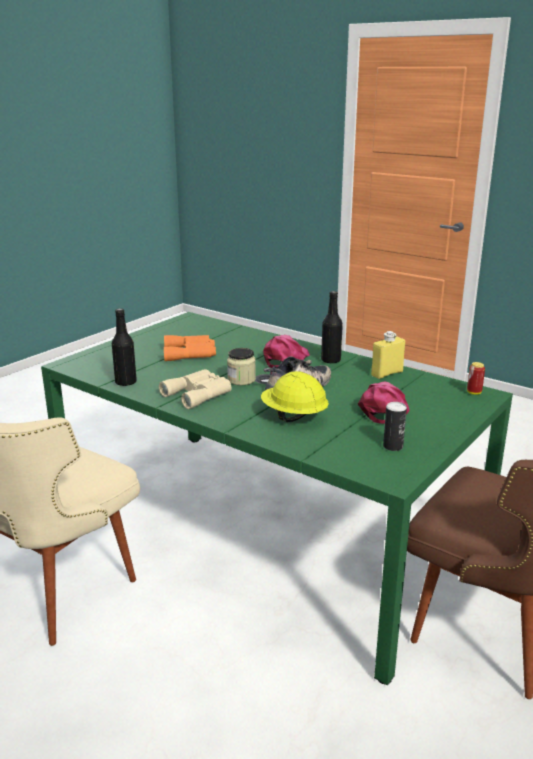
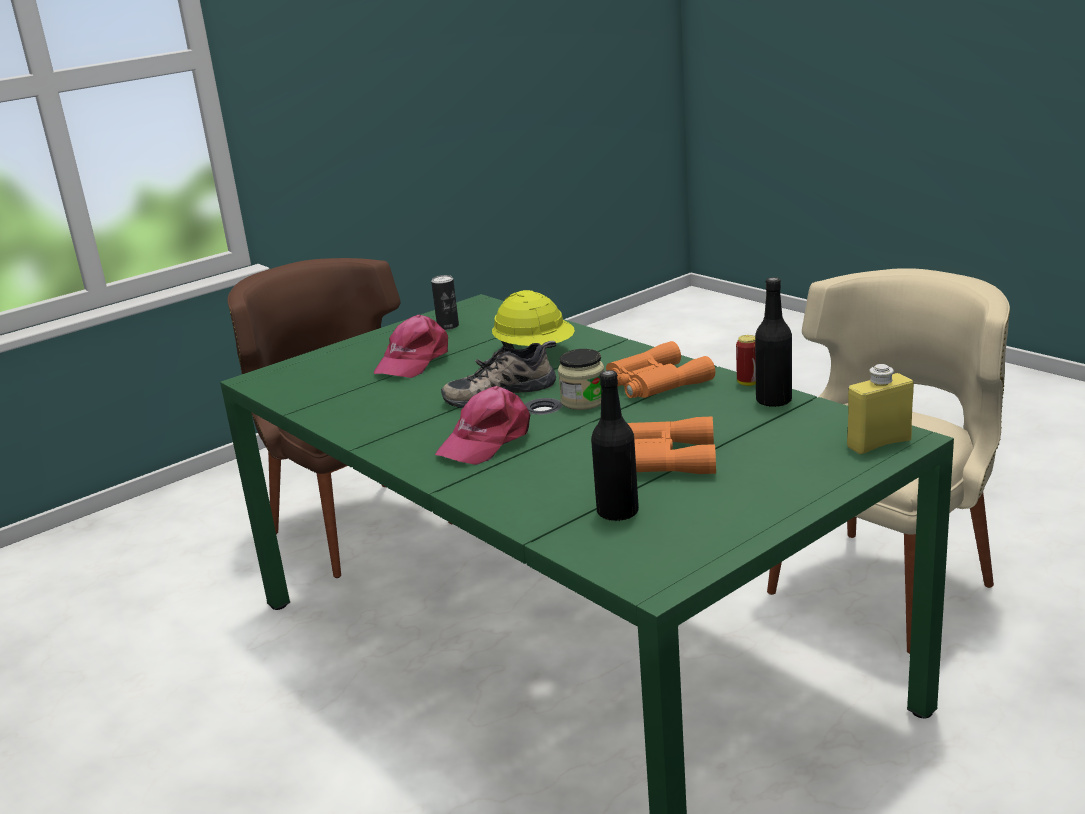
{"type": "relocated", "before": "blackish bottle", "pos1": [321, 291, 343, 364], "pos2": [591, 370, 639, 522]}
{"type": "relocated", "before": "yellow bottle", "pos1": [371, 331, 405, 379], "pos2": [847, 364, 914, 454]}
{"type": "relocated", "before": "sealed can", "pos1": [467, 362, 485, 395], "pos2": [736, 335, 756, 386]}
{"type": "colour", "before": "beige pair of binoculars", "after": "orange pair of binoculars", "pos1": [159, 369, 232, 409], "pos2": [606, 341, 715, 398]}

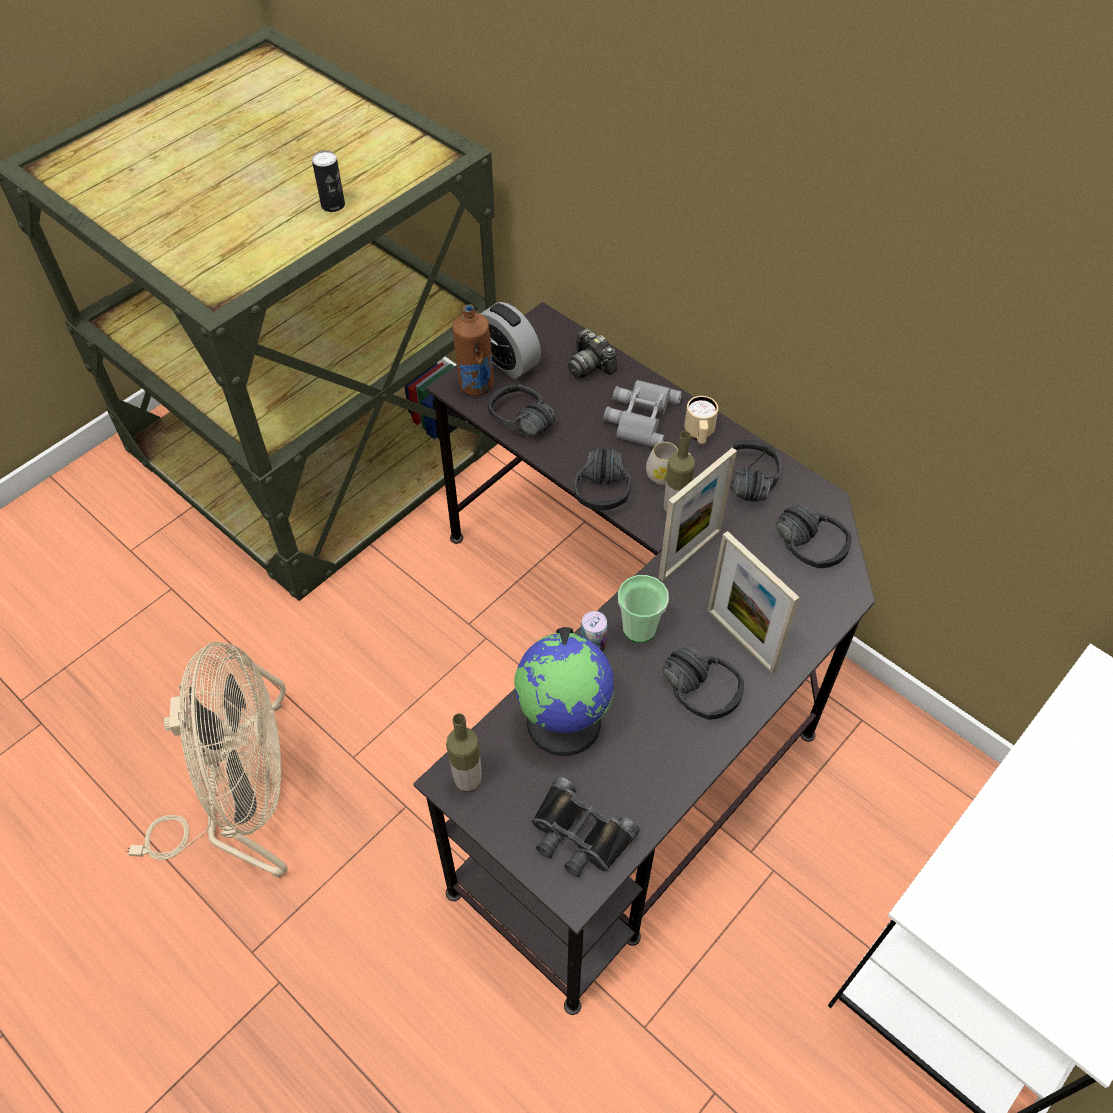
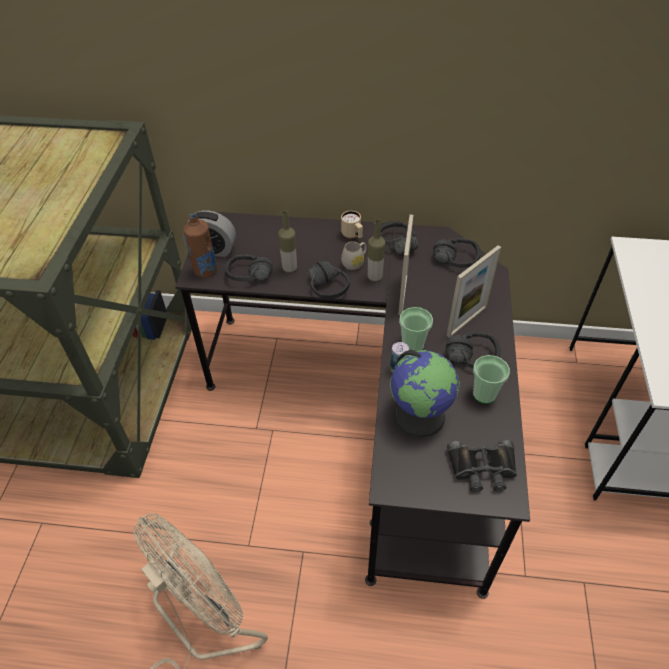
{"type": "missing", "before": "sealed can", "pos1": [312, 150, 345, 212]}
{"type": "missing", "before": "still camera", "pos1": [568, 328, 617, 378]}
{"type": "missing", "before": "grey pair of binoculars", "pos1": [603, 380, 682, 447]}
{"type": "appeared", "after": "cup", "pos2": [473, 355, 510, 404]}
{"type": "relocated", "before": "bottle", "pos1": [446, 713, 482, 792], "pos2": [278, 211, 297, 273]}
{"type": "spun", "before": "picture frame", "pos1": [708, 531, 800, 674], "pos2": [447, 245, 501, 338], "turn": -60}

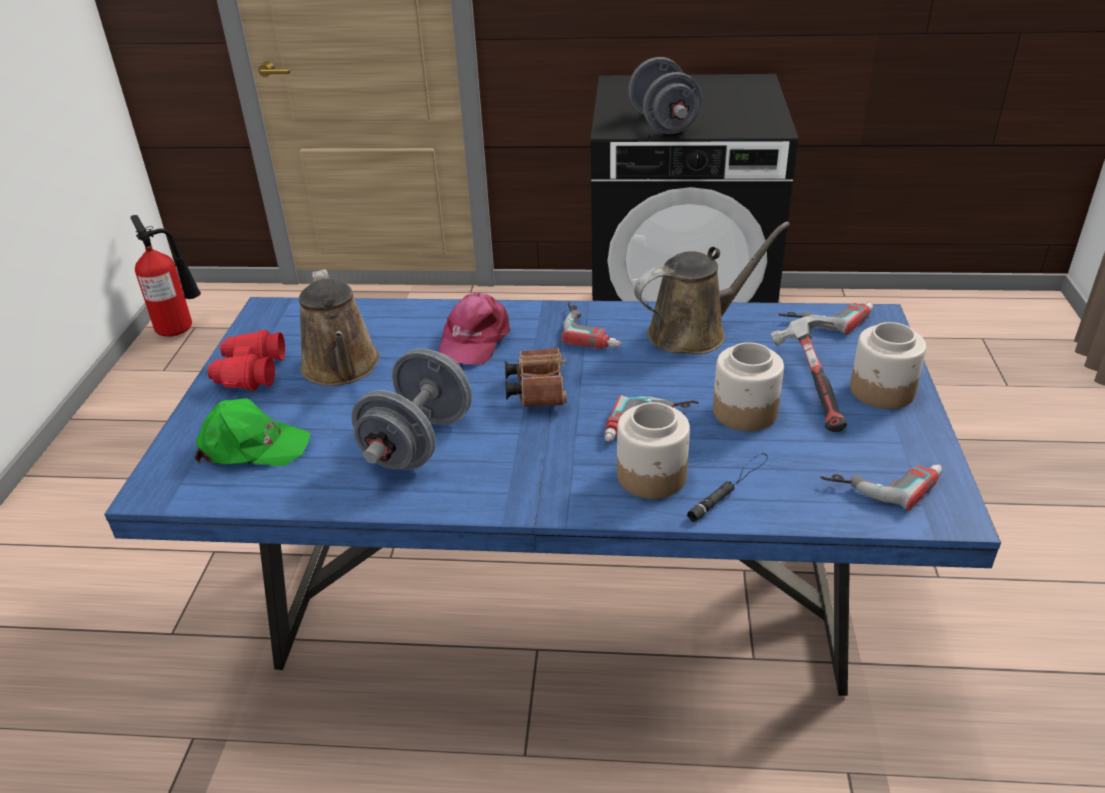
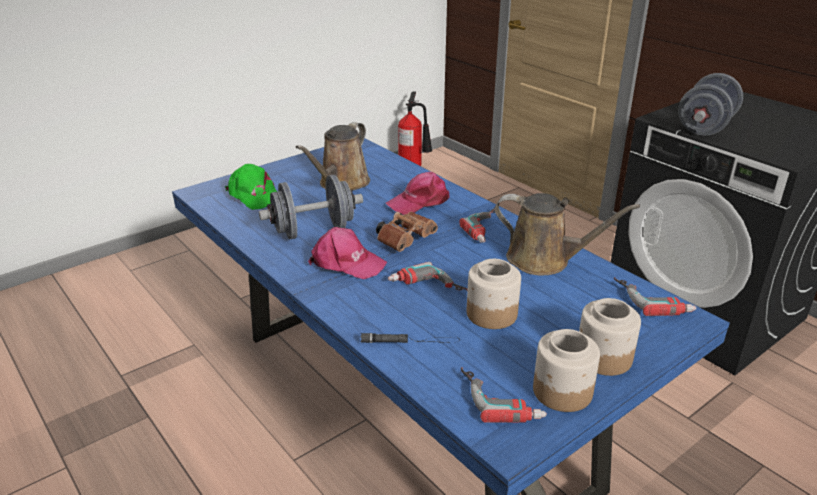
{"type": "missing", "before": "reddish pair of binoculars", "pos1": [208, 330, 285, 391]}
{"type": "missing", "before": "hammer", "pos1": [771, 316, 847, 432]}
{"type": "appeared", "after": "pinkish cap", "pos2": [308, 227, 387, 279]}
{"type": "relocated", "before": "preserve jar", "pos1": [617, 402, 690, 499], "pos2": [533, 329, 600, 412]}

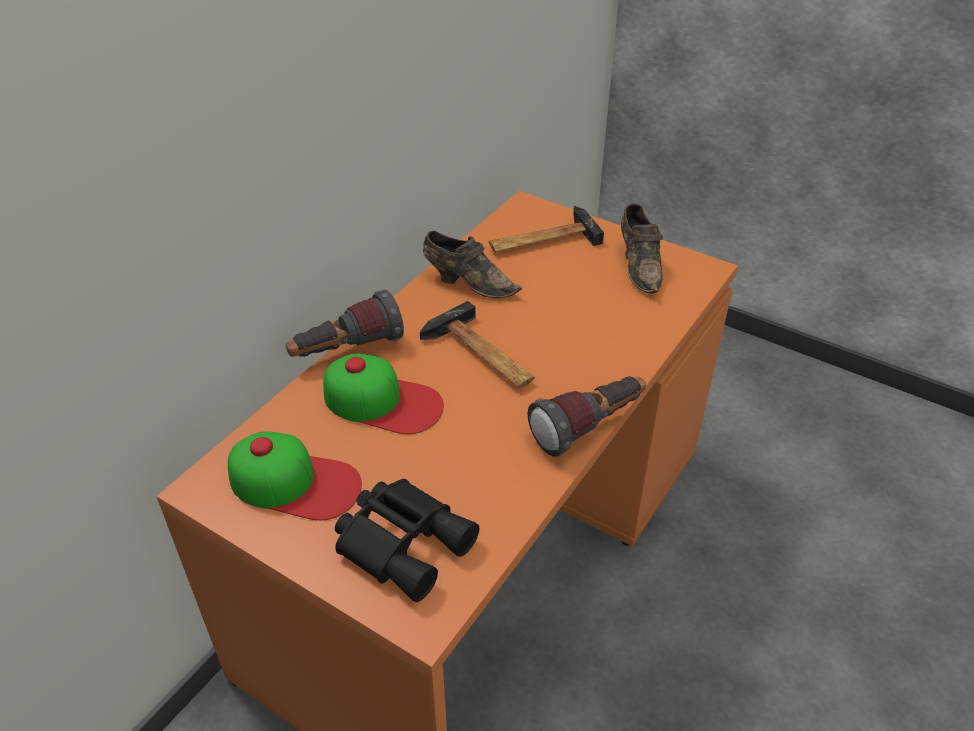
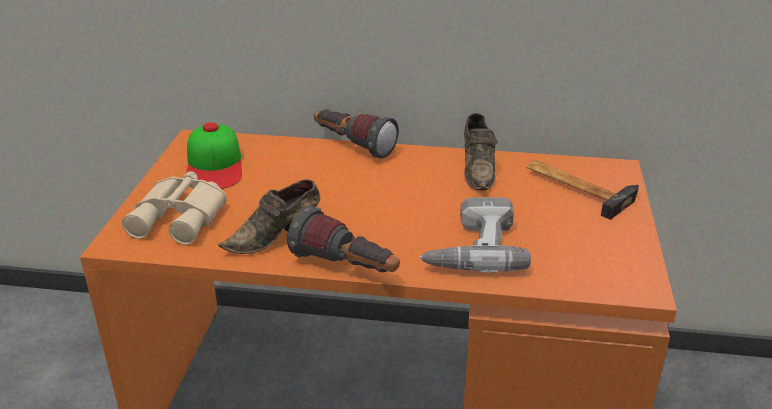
{"type": "missing", "before": "cap", "pos1": [323, 353, 444, 434]}
{"type": "missing", "before": "hammer", "pos1": [420, 301, 535, 388]}
{"type": "appeared", "after": "drill", "pos2": [419, 197, 531, 272]}
{"type": "relocated", "before": "brown-coloured low shoe", "pos1": [621, 203, 664, 294], "pos2": [218, 179, 320, 254]}
{"type": "colour", "before": "blackish pair of binoculars", "after": "beige pair of binoculars", "pos1": [335, 479, 479, 602], "pos2": [122, 171, 227, 245]}

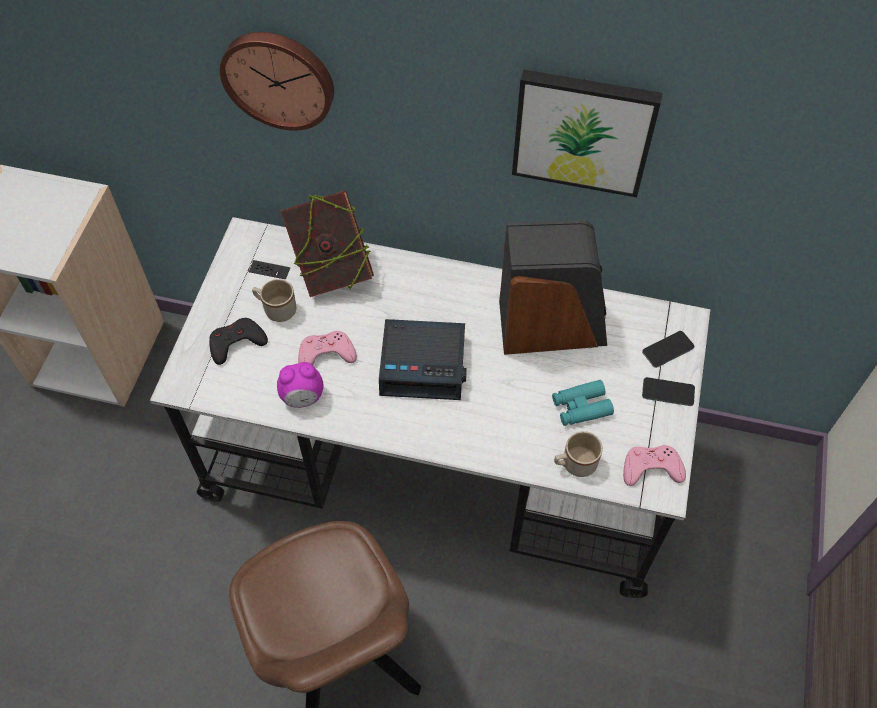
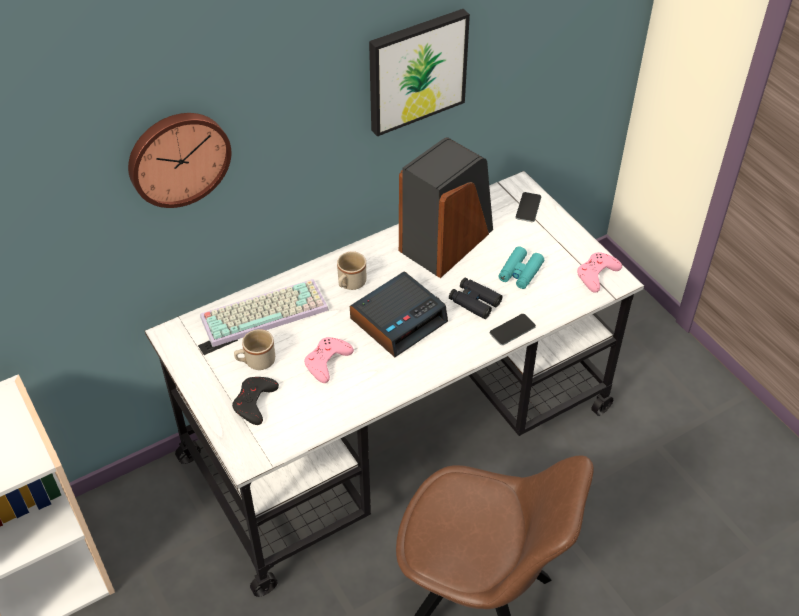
{"type": "missing", "before": "bedside clock", "pos1": [277, 362, 324, 408]}
{"type": "appeared", "after": "blackish pair of binoculars", "pos2": [449, 278, 502, 319]}
{"type": "relocated", "before": "beige mug", "pos1": [554, 431, 603, 477], "pos2": [337, 251, 366, 290]}
{"type": "relocated", "before": "handset", "pos1": [642, 377, 695, 406], "pos2": [490, 314, 536, 345]}
{"type": "exchanged", "before": "bound book", "after": "PC keyboard", "pos1": [280, 190, 374, 297], "pos2": [200, 279, 329, 347]}

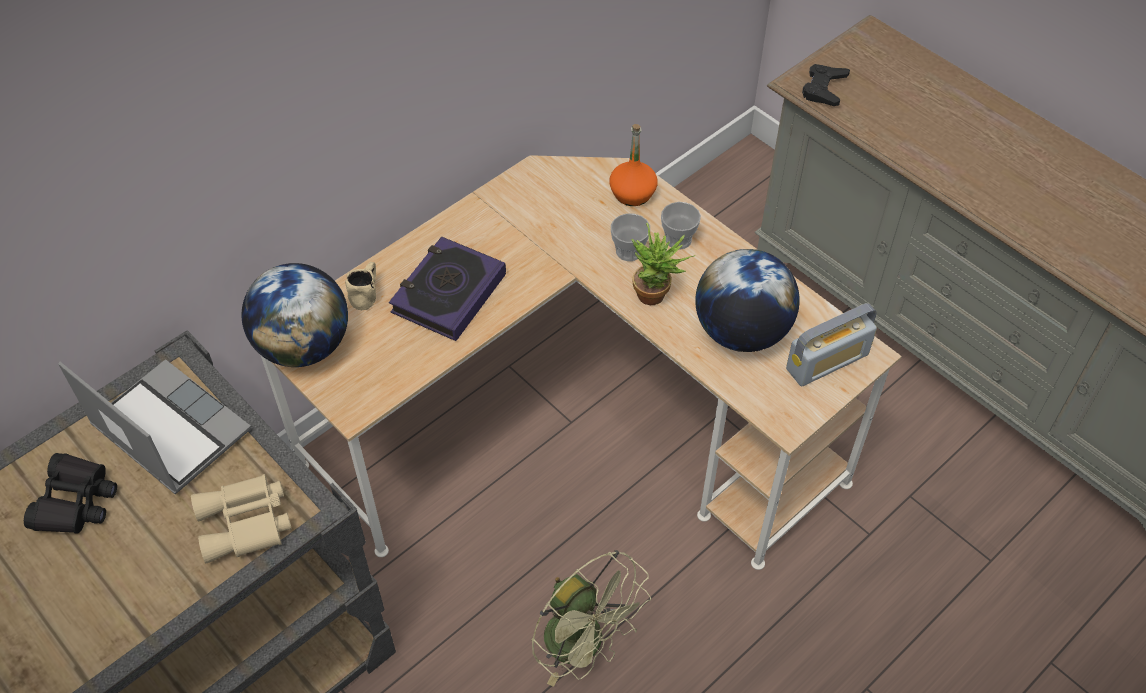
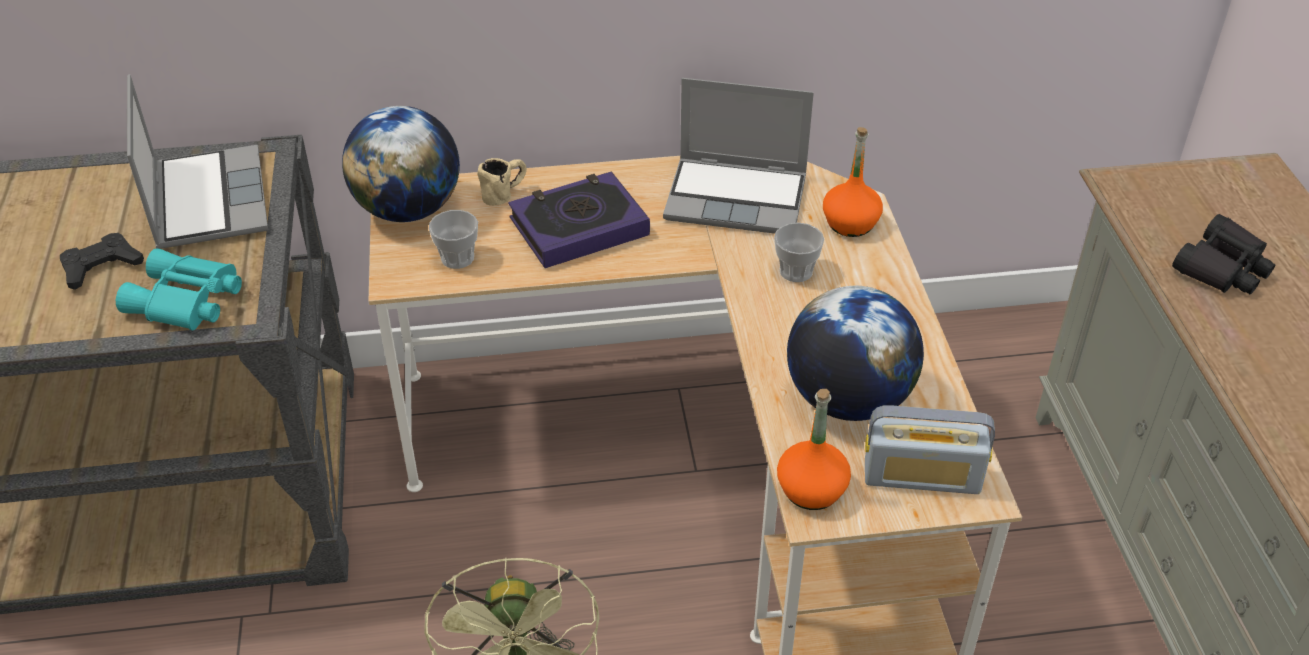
{"type": "missing", "before": "potted plant", "pos1": [631, 223, 695, 305]}
{"type": "appeared", "after": "notebook computer", "pos2": [663, 78, 814, 234]}
{"type": "appeared", "after": "orange bottle", "pos2": [777, 389, 851, 510]}
{"type": "relocated", "before": "blackish pair of binoculars", "pos1": [24, 453, 117, 534], "pos2": [1172, 214, 1275, 294]}
{"type": "relocated", "before": "cup", "pos1": [661, 202, 701, 250], "pos2": [429, 210, 478, 269]}
{"type": "relocated", "before": "blackish game controller", "pos1": [802, 64, 850, 106], "pos2": [60, 233, 144, 290]}
{"type": "colour", "before": "beige pair of binoculars", "after": "turquoise-coloured pair of binoculars", "pos1": [191, 474, 292, 563], "pos2": [116, 248, 242, 330]}

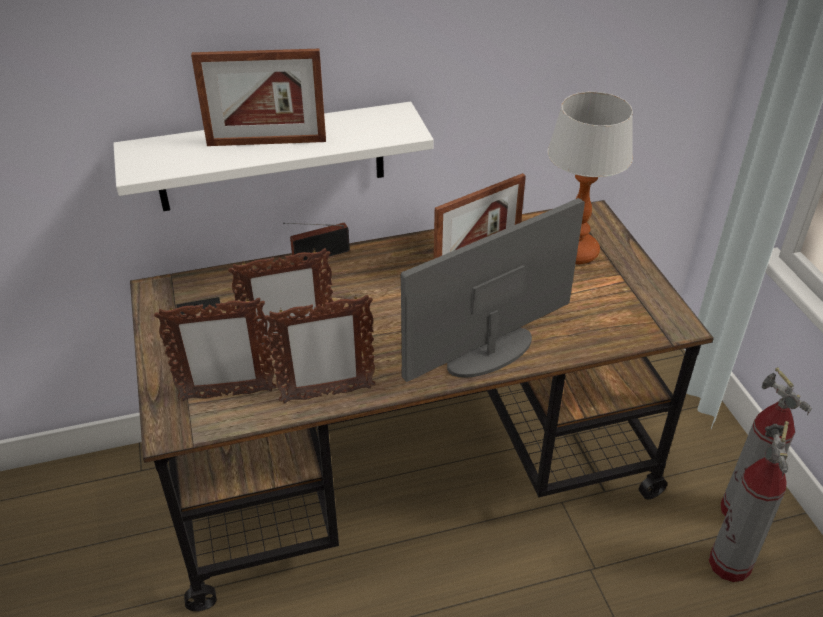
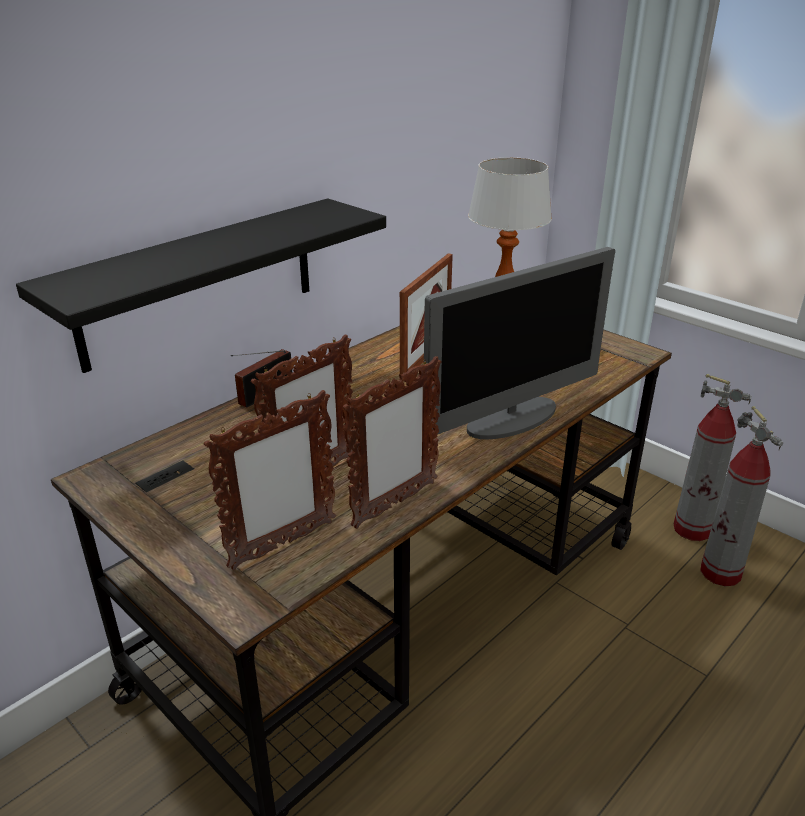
{"type": "missing", "before": "picture frame", "pos1": [191, 49, 326, 146]}
{"type": "colour", "before": "white shelf", "after": "blackish shelf", "pos1": [113, 102, 434, 211], "pos2": [16, 198, 386, 373]}
{"type": "spun", "before": "monitor", "pos1": [400, 198, 585, 382], "pos2": [424, 247, 615, 439], "turn": -150}

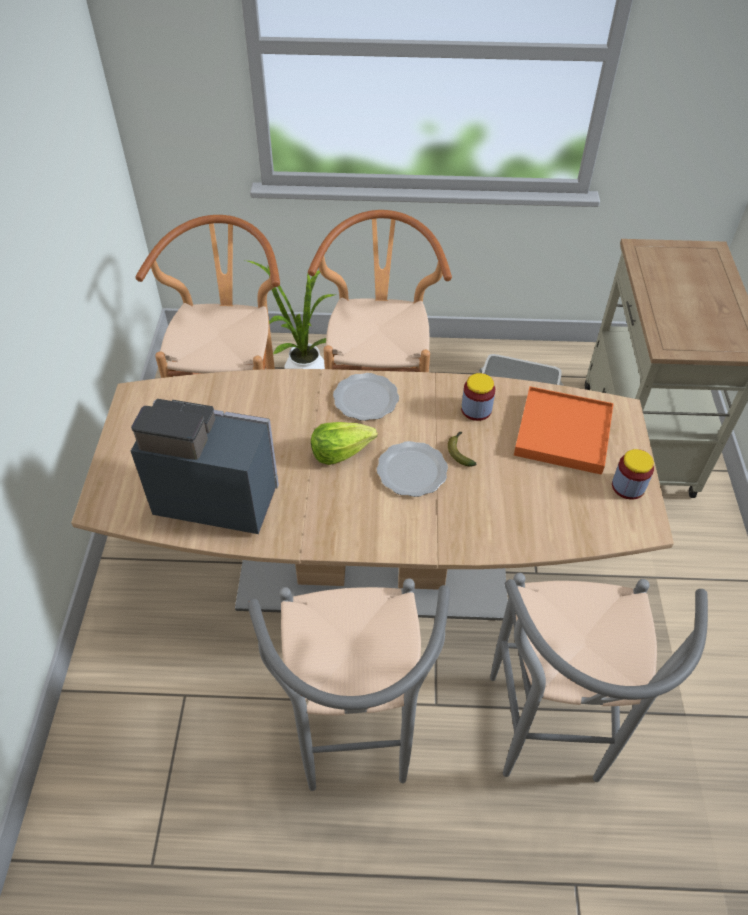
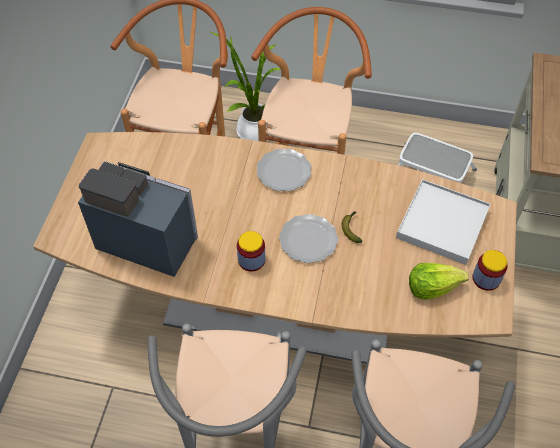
{"type": "relocated", "before": "head of lettuce", "pos1": [311, 422, 378, 465], "pos2": [409, 263, 469, 300]}
{"type": "relocated", "before": "preserve jar", "pos1": [461, 373, 495, 421], "pos2": [237, 231, 265, 271]}
{"type": "colour", "before": "orange carrying tray", "after": "white carrying tray", "pos1": [514, 386, 614, 475], "pos2": [396, 179, 491, 265]}

